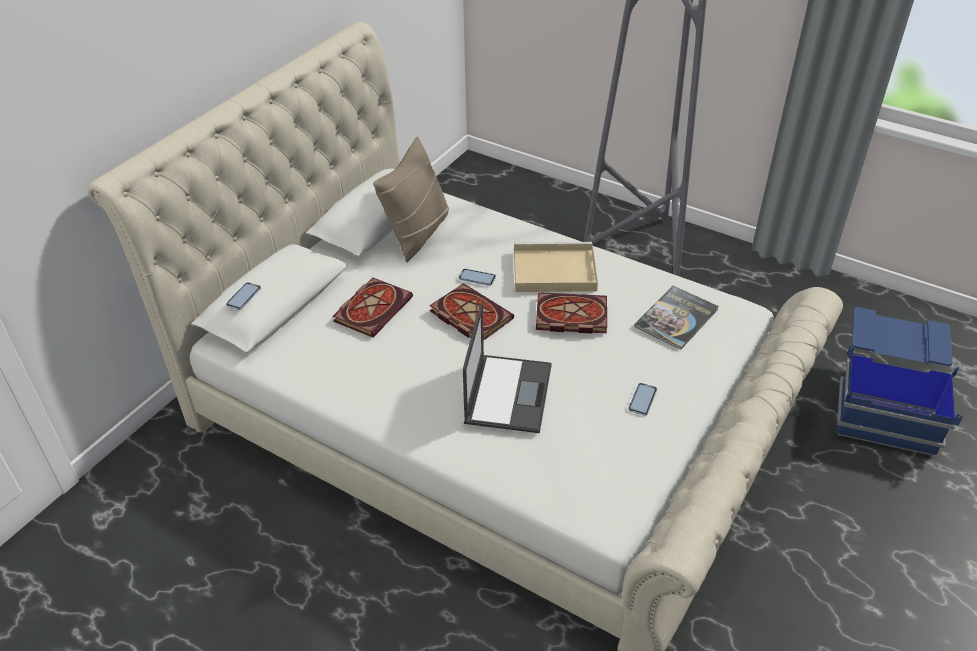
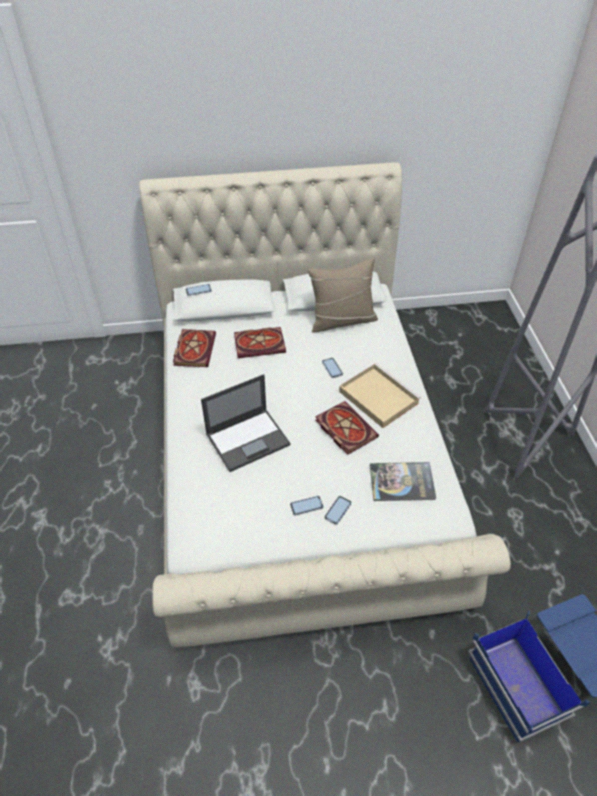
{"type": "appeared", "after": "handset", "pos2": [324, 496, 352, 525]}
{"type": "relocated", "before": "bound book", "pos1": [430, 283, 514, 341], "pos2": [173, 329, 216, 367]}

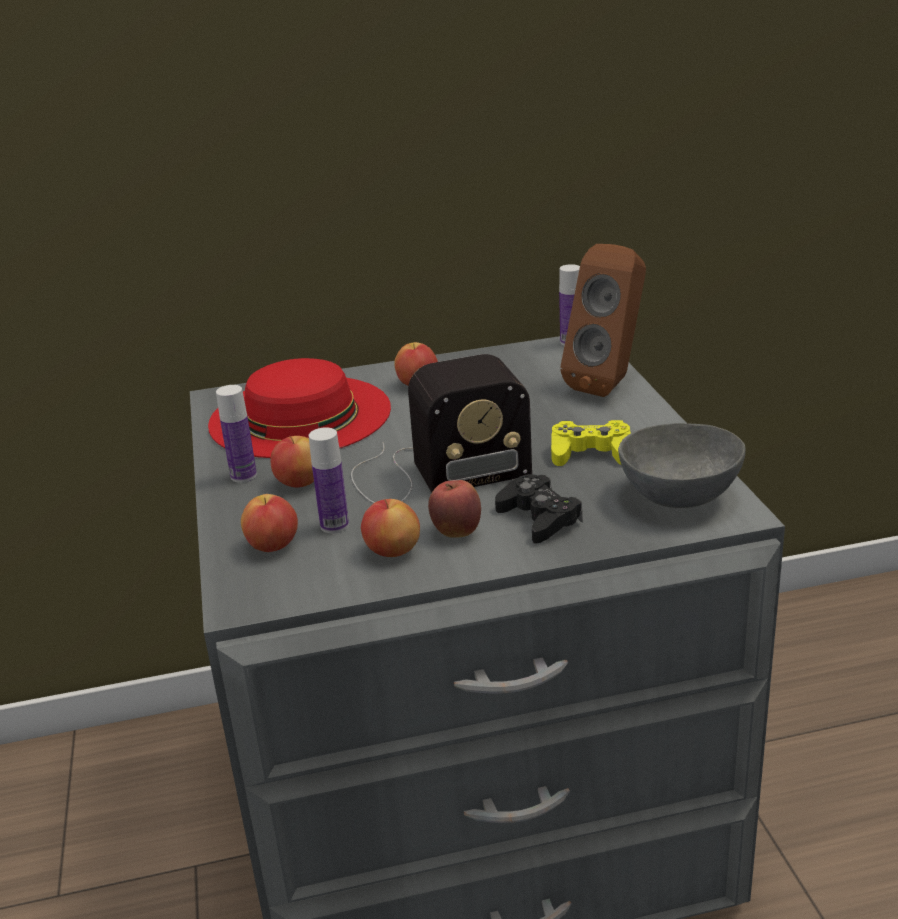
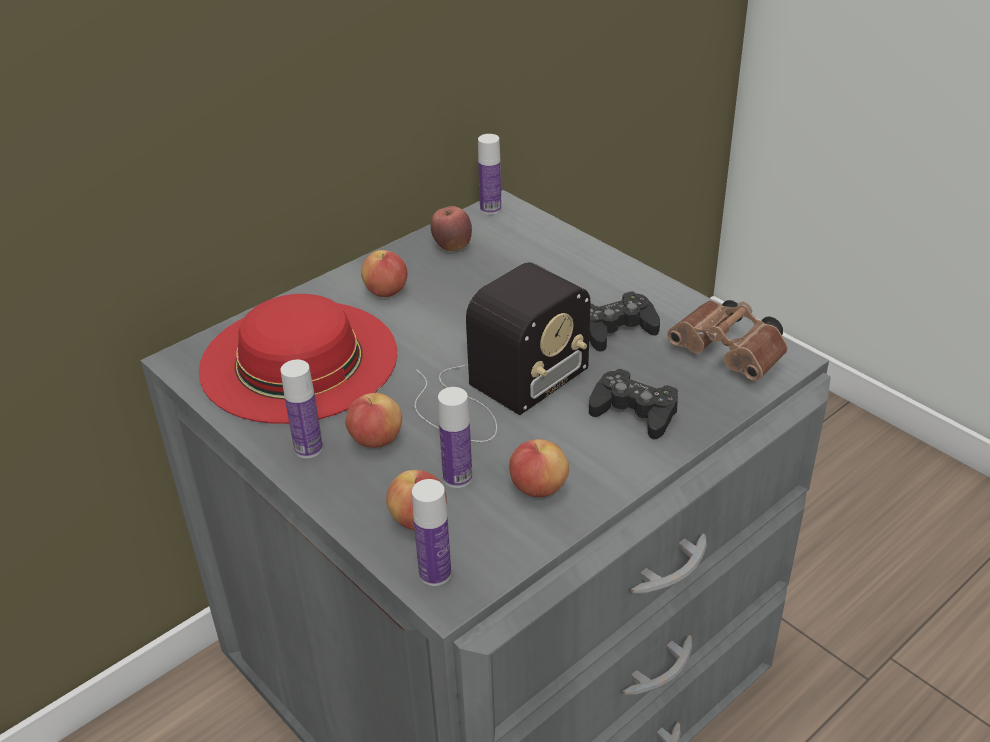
{"type": "missing", "before": "brown-coloured audio speaker", "pos1": [561, 244, 646, 397]}
{"type": "appeared", "after": "bottle", "pos2": [412, 479, 451, 586]}
{"type": "relocated", "before": "apple", "pos1": [428, 480, 481, 538], "pos2": [431, 206, 472, 251]}
{"type": "exchanged", "before": "grey serving bowl", "after": "brown-coloured pair of binoculars", "pos1": [618, 423, 746, 508], "pos2": [667, 300, 788, 381]}
{"type": "colour", "before": "yellow game controller", "after": "blackish game controller", "pos1": [551, 420, 631, 466], "pos2": [589, 291, 660, 352]}

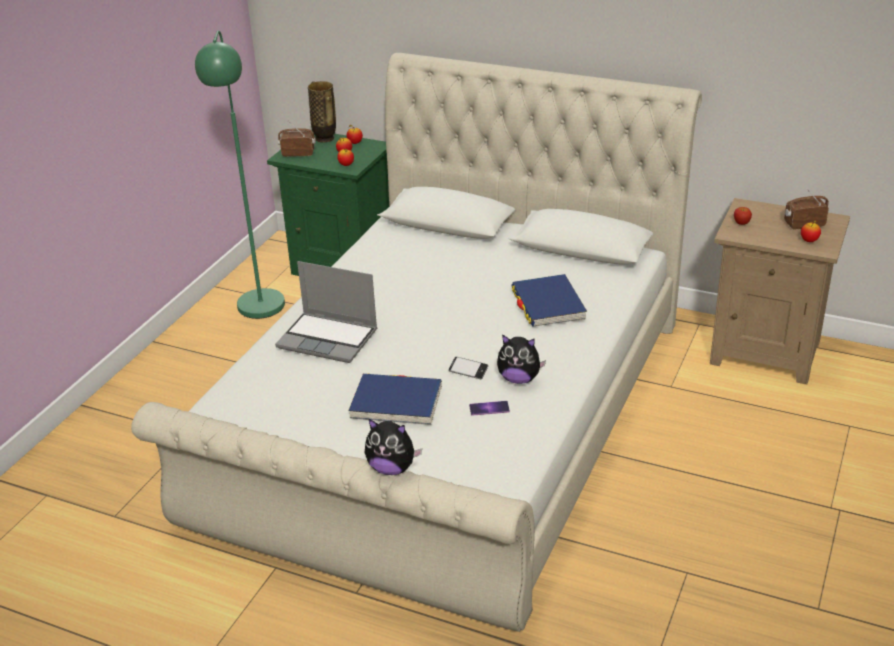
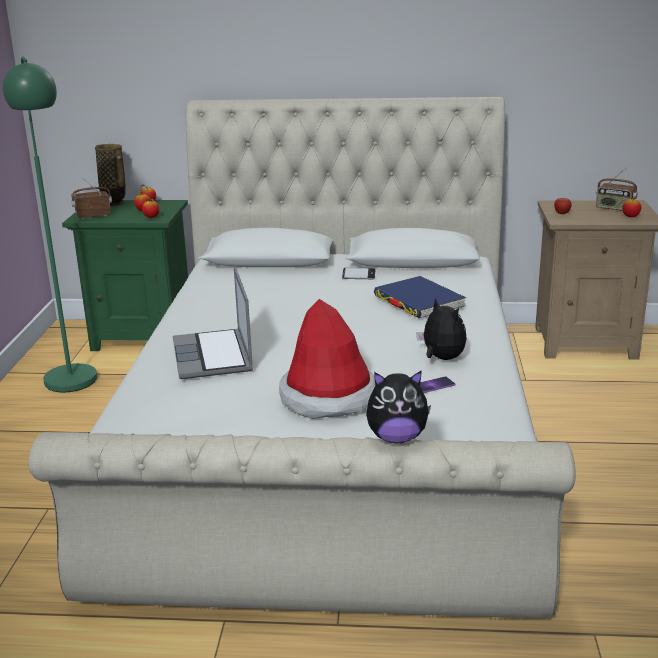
{"type": "relocated", "before": "handset", "pos1": [449, 357, 488, 379], "pos2": [342, 268, 375, 279]}
{"type": "exchanged", "before": "bluish bound book", "after": "hat", "pos1": [348, 374, 442, 425], "pos2": [279, 299, 375, 419]}
{"type": "spun", "before": "notebook computer", "pos1": [275, 261, 377, 363], "pos2": [173, 267, 253, 379], "turn": 75}
{"type": "spun", "before": "plush toy", "pos1": [497, 335, 546, 384], "pos2": [417, 298, 467, 360], "turn": -120}
{"type": "spun", "before": "radio", "pos1": [784, 189, 829, 230], "pos2": [596, 167, 638, 211], "turn": -120}

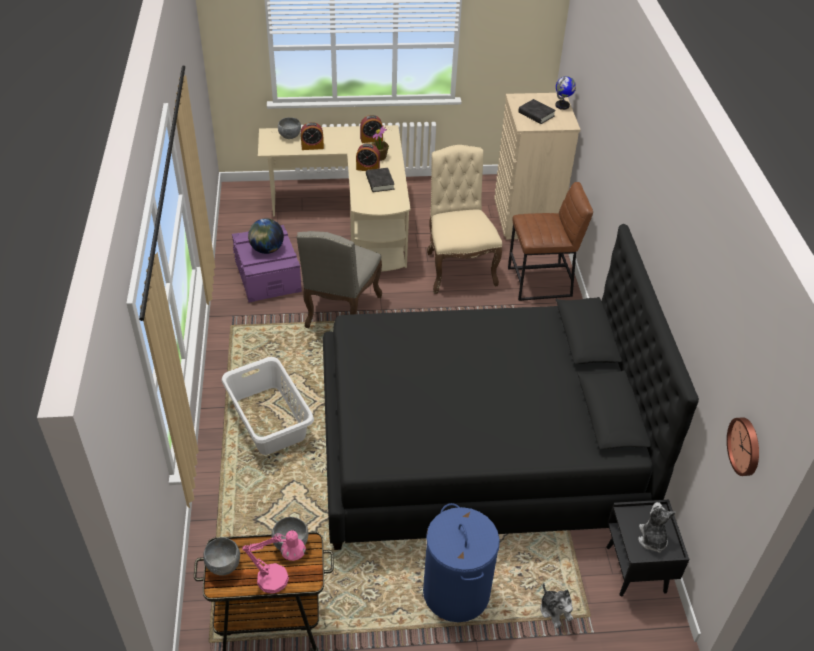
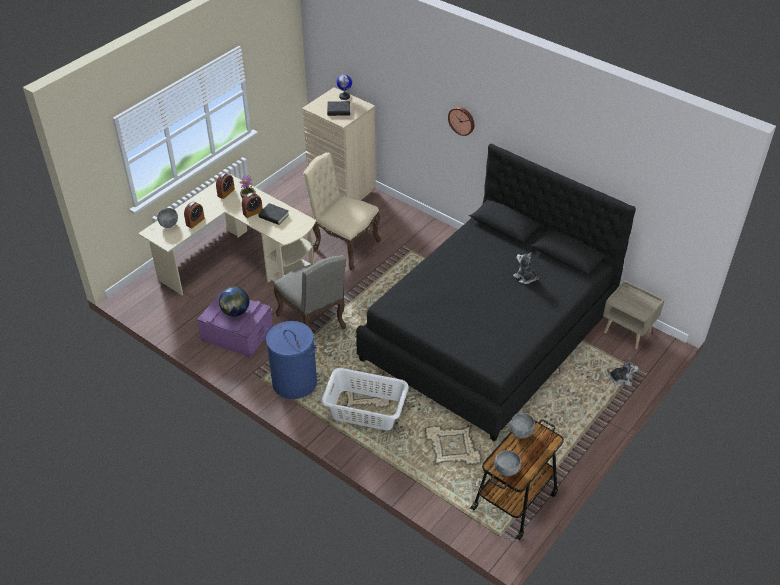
{"type": "missing", "before": "pinkish tabletop lamp", "pos1": [242, 530, 306, 594]}
{"type": "missing", "before": "brown-coloured upright chair", "pos1": [508, 182, 593, 301]}
{"type": "relocated", "before": "bluish hamper", "pos1": [423, 503, 500, 622], "pos2": [264, 321, 317, 399]}
{"type": "relocated", "before": "plush toy", "pos1": [638, 502, 675, 553], "pos2": [513, 252, 539, 284]}
{"type": "relocated", "before": "clock on the wall", "pos1": [727, 417, 759, 476], "pos2": [448, 107, 474, 136]}
{"type": "colour", "before": "blackish nightstand", "after": "beige nightstand", "pos1": [606, 500, 690, 596], "pos2": [603, 280, 665, 349]}

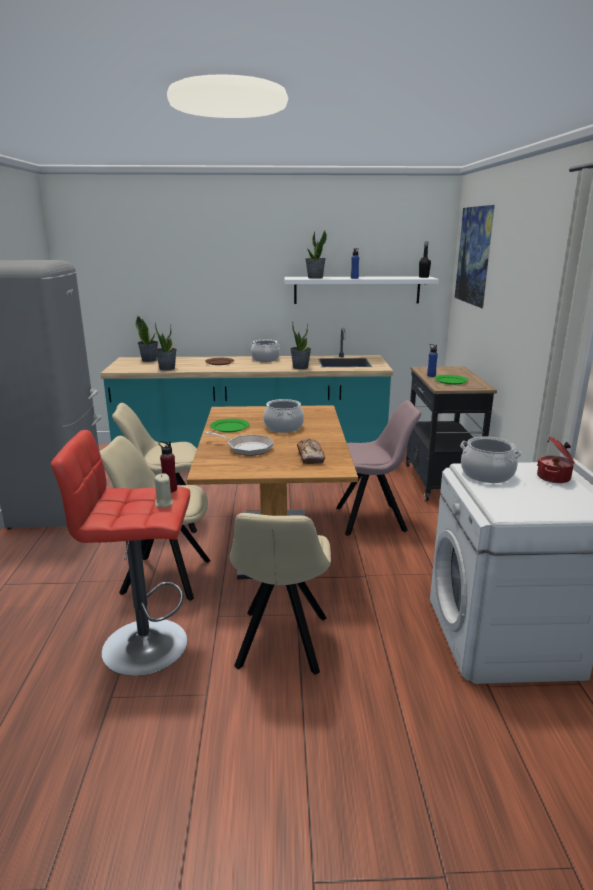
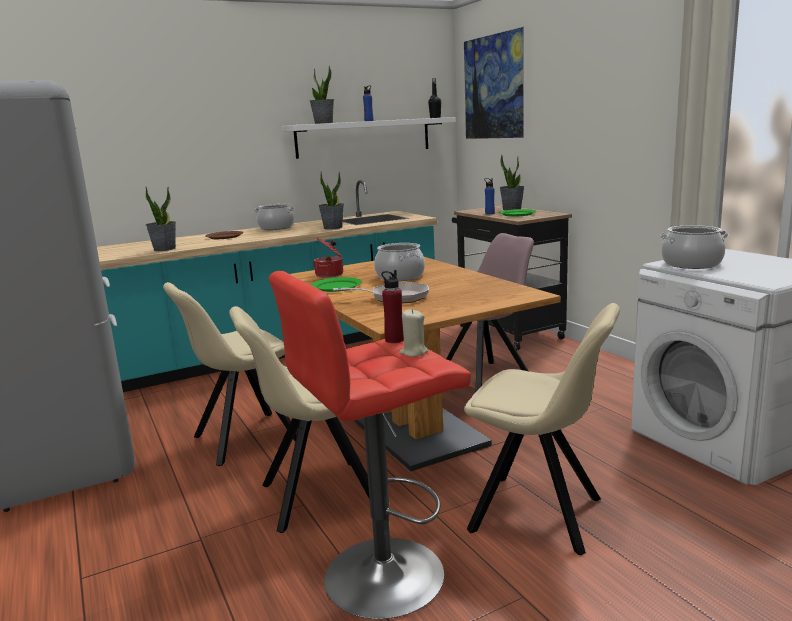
{"type": "missing", "before": "bakery bread", "pos1": [297, 438, 325, 464]}
{"type": "relocated", "before": "potted plant", "pos1": [136, 316, 158, 362], "pos2": [500, 154, 525, 210]}
{"type": "relocated", "before": "stockpot", "pos1": [537, 436, 575, 483], "pos2": [313, 238, 343, 277]}
{"type": "spun", "before": "beige upright chair", "pos1": [230, 513, 331, 675], "pos2": [464, 303, 620, 555], "turn": -45}

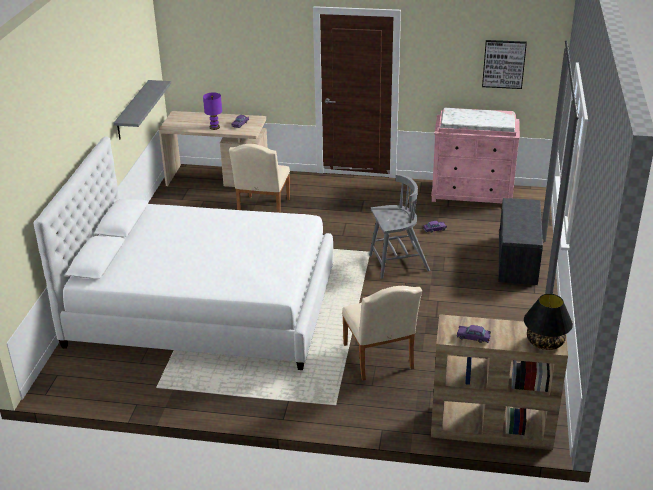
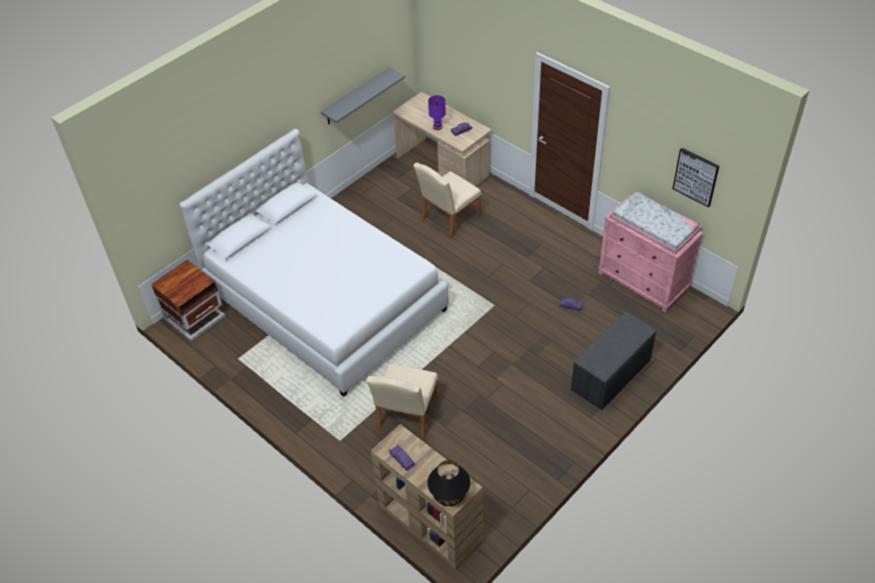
{"type": "missing", "before": "grey upright chair", "pos1": [369, 174, 430, 279]}
{"type": "appeared", "after": "nightstand", "pos2": [151, 260, 225, 341]}

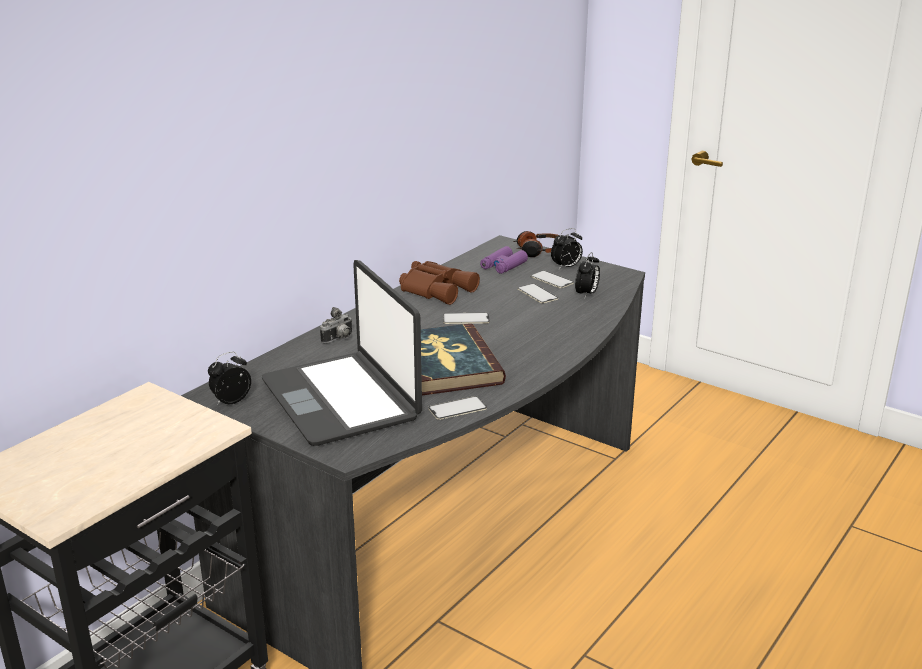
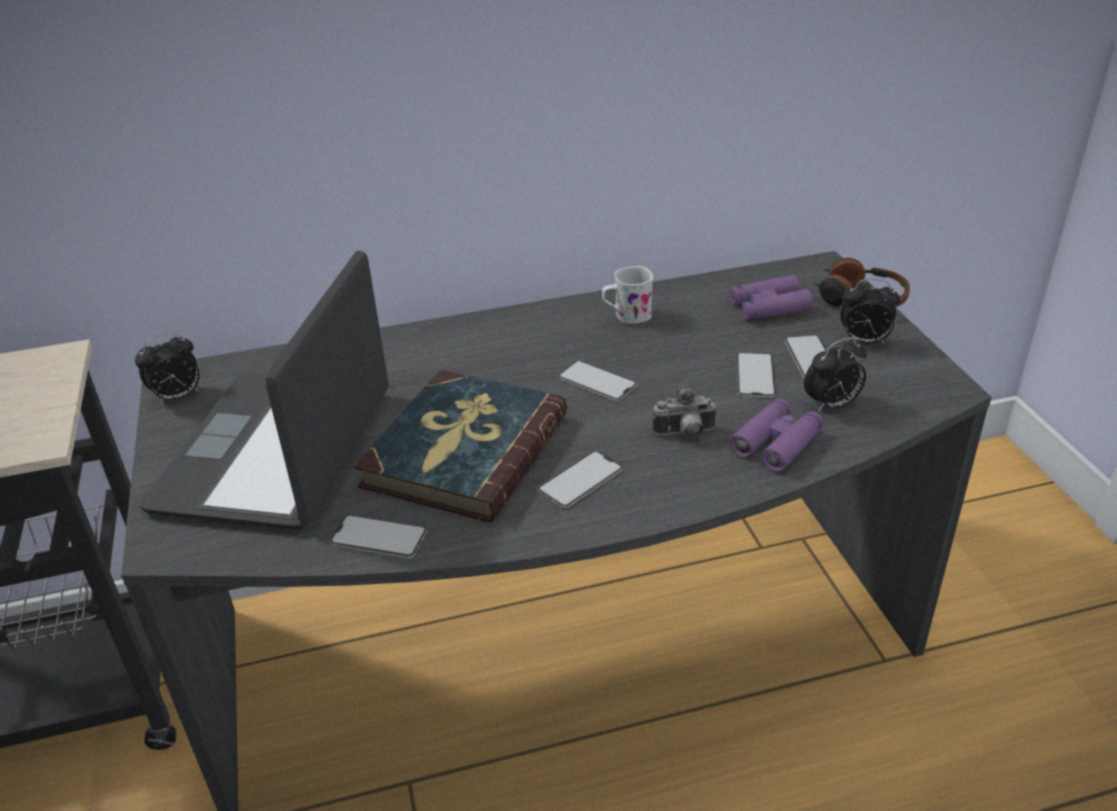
{"type": "appeared", "after": "handset", "pos2": [538, 450, 623, 508]}
{"type": "appeared", "after": "purplish pair of binoculars", "pos2": [729, 399, 824, 472]}
{"type": "relocated", "before": "still camera", "pos1": [320, 307, 353, 343], "pos2": [653, 381, 717, 438]}
{"type": "exchanged", "before": "brown-coloured pair of binoculars", "after": "white mug", "pos1": [399, 261, 480, 305], "pos2": [602, 266, 653, 324]}
{"type": "spun", "before": "bedside clock", "pos1": [208, 352, 251, 405], "pos2": [135, 332, 199, 405], "turn": 150}

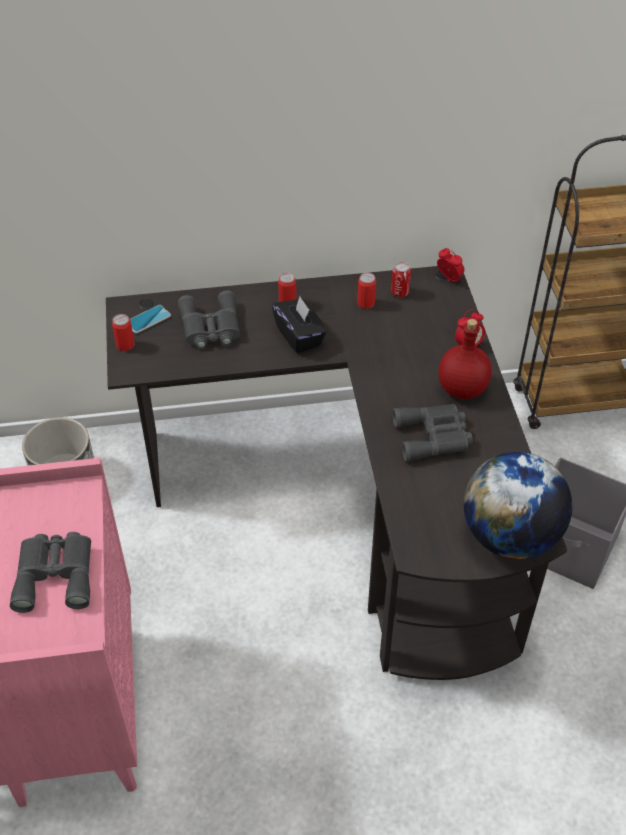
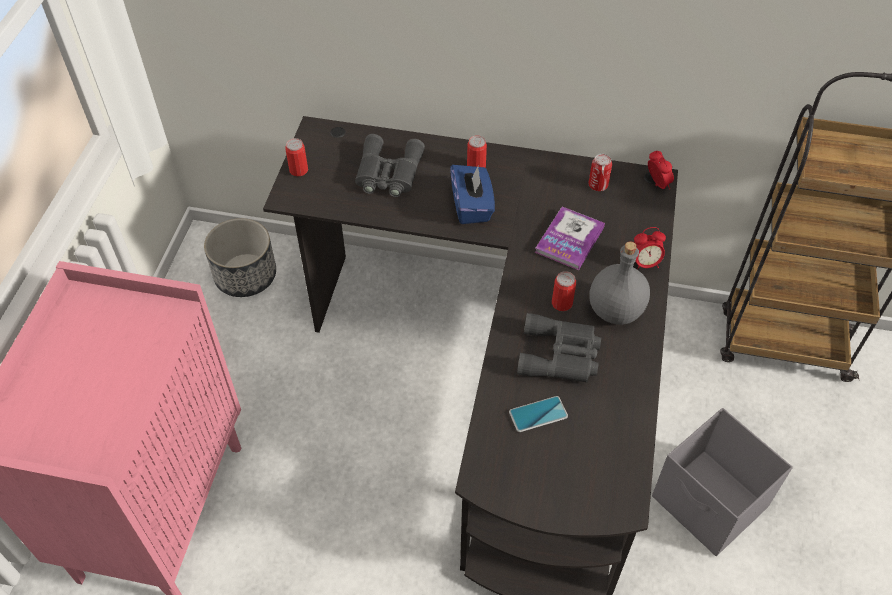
{"type": "missing", "before": "grey pair of binoculars", "pos1": [10, 532, 91, 613]}
{"type": "missing", "before": "desk globe", "pos1": [463, 452, 572, 559]}
{"type": "appeared", "after": "bound book", "pos2": [535, 206, 605, 270]}
{"type": "relocated", "before": "handset", "pos1": [130, 305, 171, 333], "pos2": [509, 396, 568, 432]}
{"type": "relocated", "before": "sealed can", "pos1": [357, 273, 376, 309], "pos2": [552, 271, 576, 311]}
{"type": "colour", "before": "blackish tissue holder", "after": "bluish tissue holder", "pos1": [272, 296, 327, 353], "pos2": [450, 164, 495, 224]}
{"type": "colour", "before": "reddish bottle", "after": "grey bottle", "pos1": [438, 319, 492, 399], "pos2": [589, 241, 650, 325]}

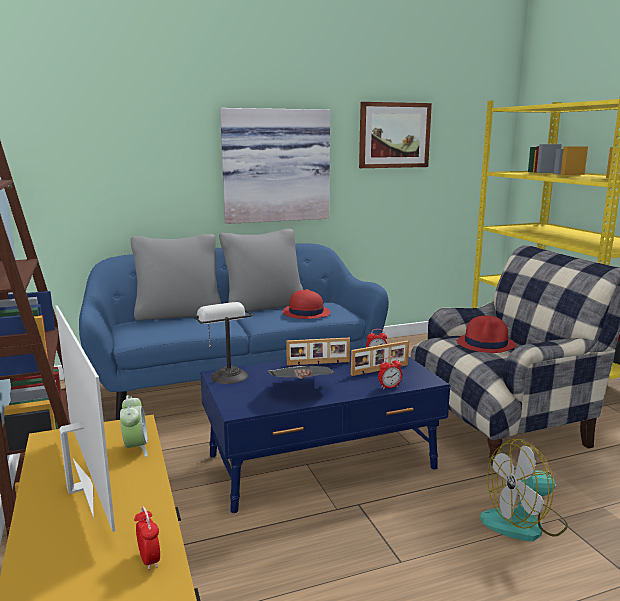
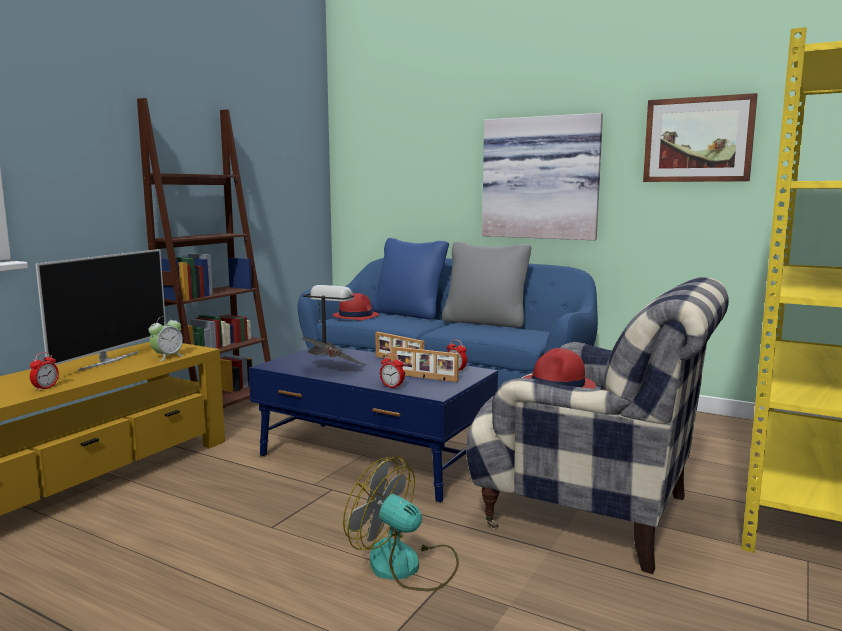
{"type": "relocated", "before": "reddish hat", "pos1": [282, 289, 330, 319], "pos2": [333, 293, 379, 320]}
{"type": "colour", "before": "grey pillow", "after": "bluish pillow", "pos1": [131, 234, 221, 321], "pos2": [371, 238, 449, 319]}

